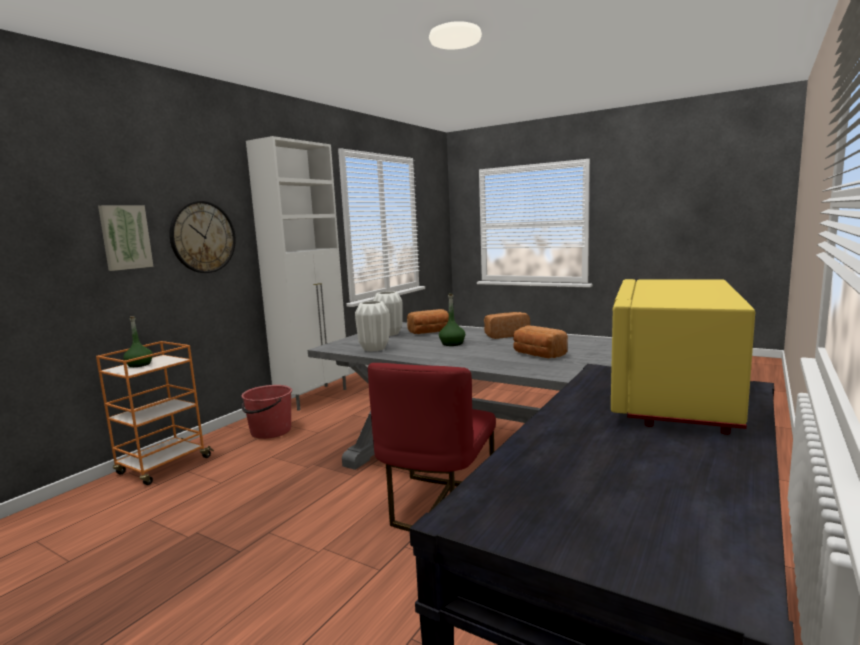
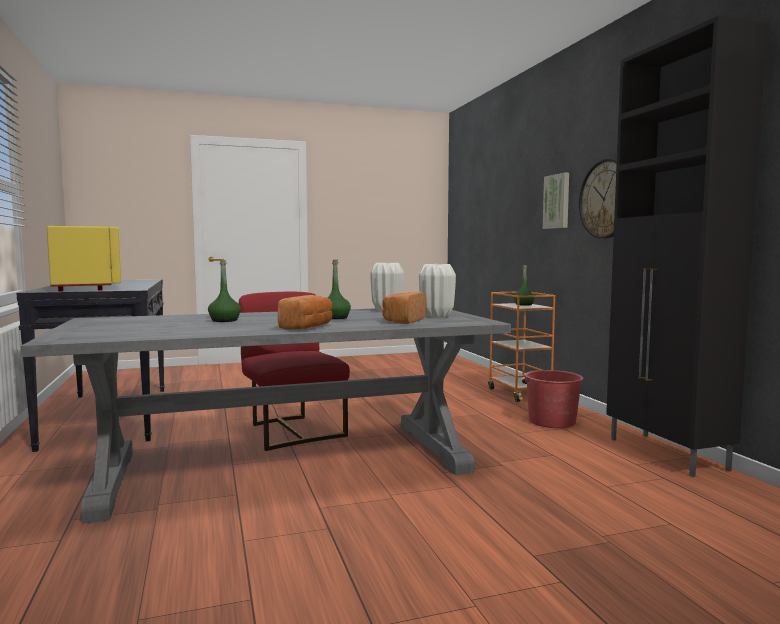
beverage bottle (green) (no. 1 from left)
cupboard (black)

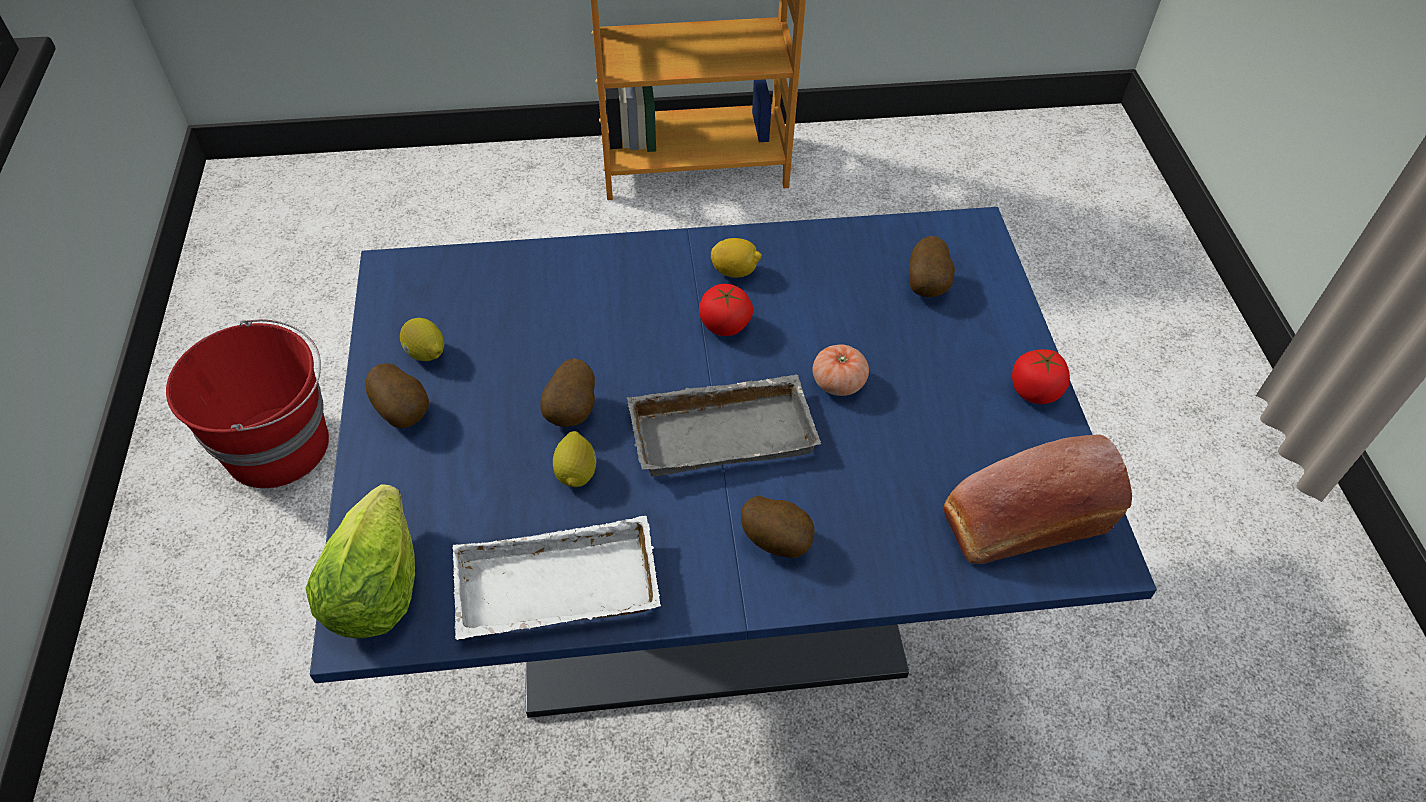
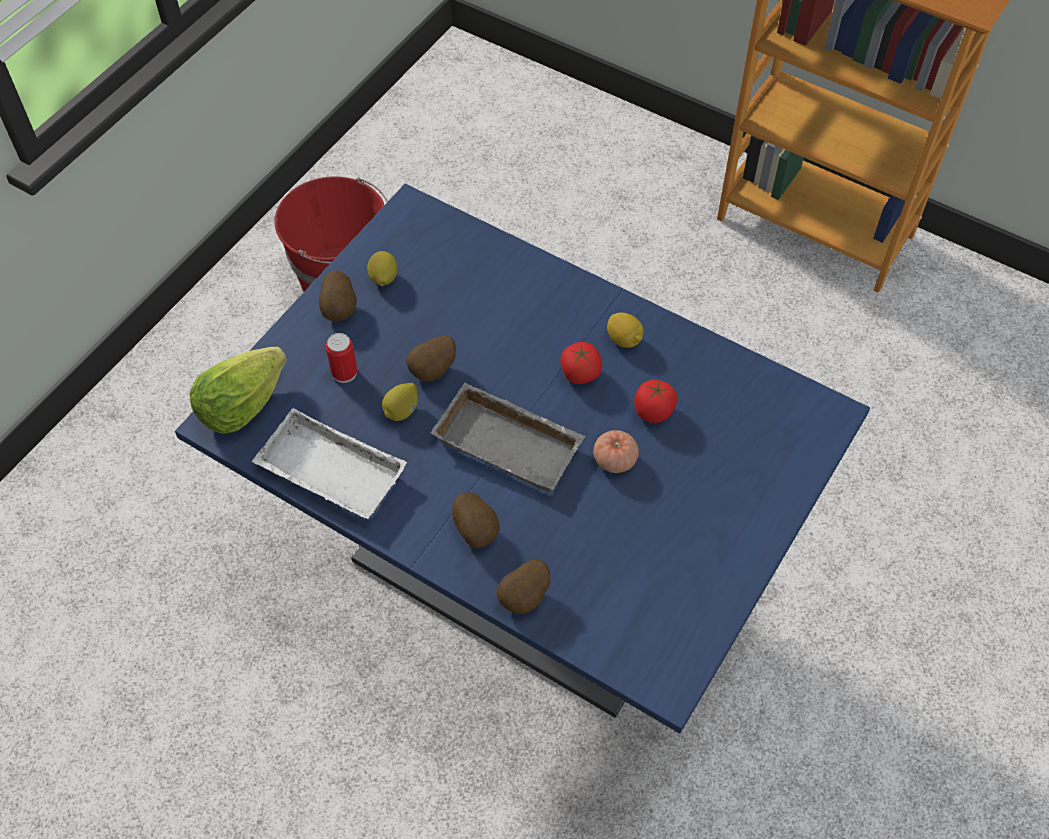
baked bread
metal can
whole potato (no. 4 from left)
fresh tomato (no. 3 from left)

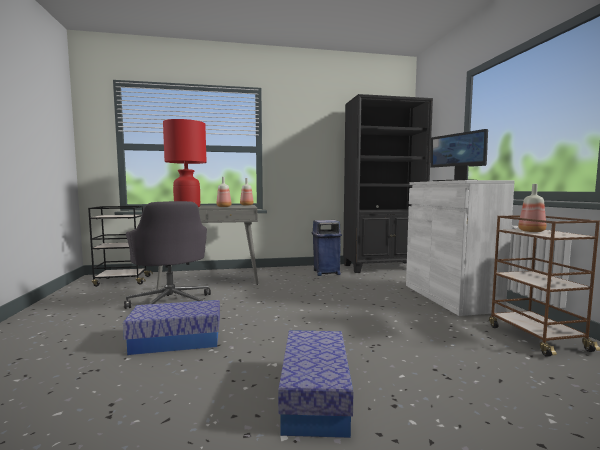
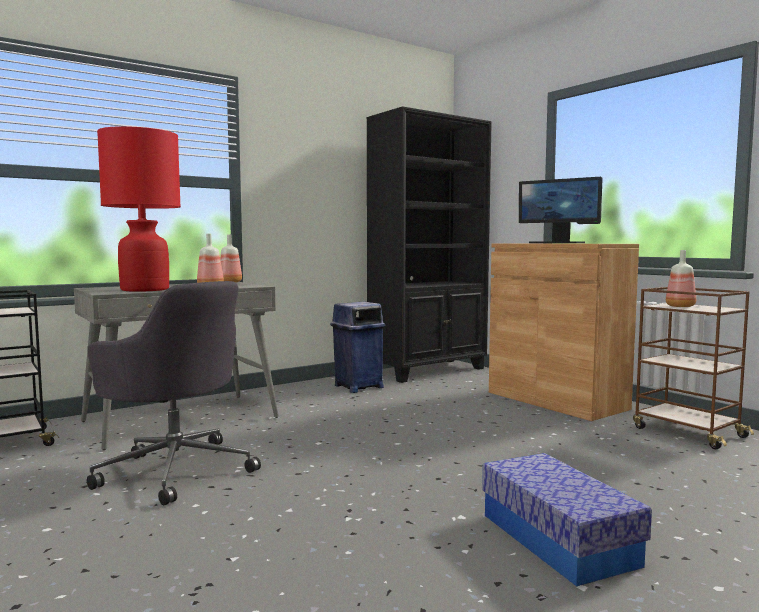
storage box (no. 1 from left in the first image)
cupboard (brown)

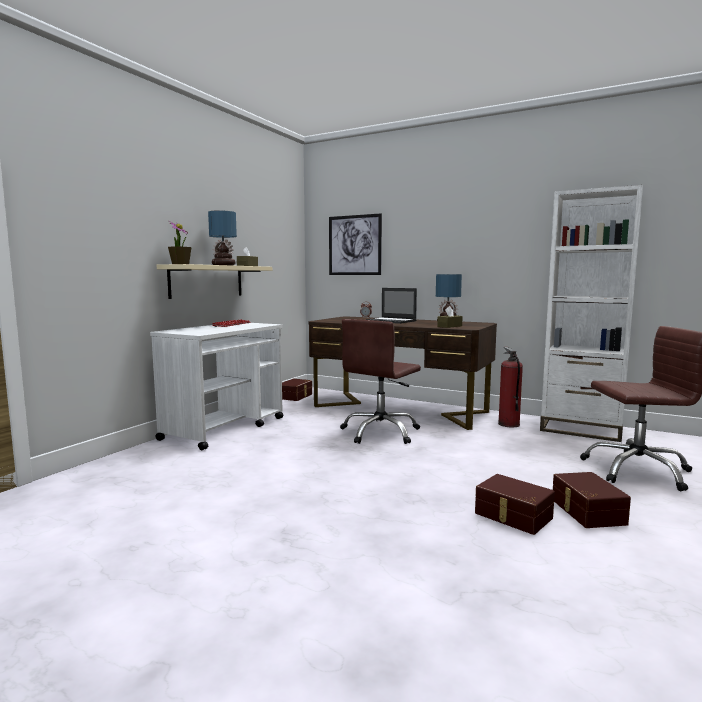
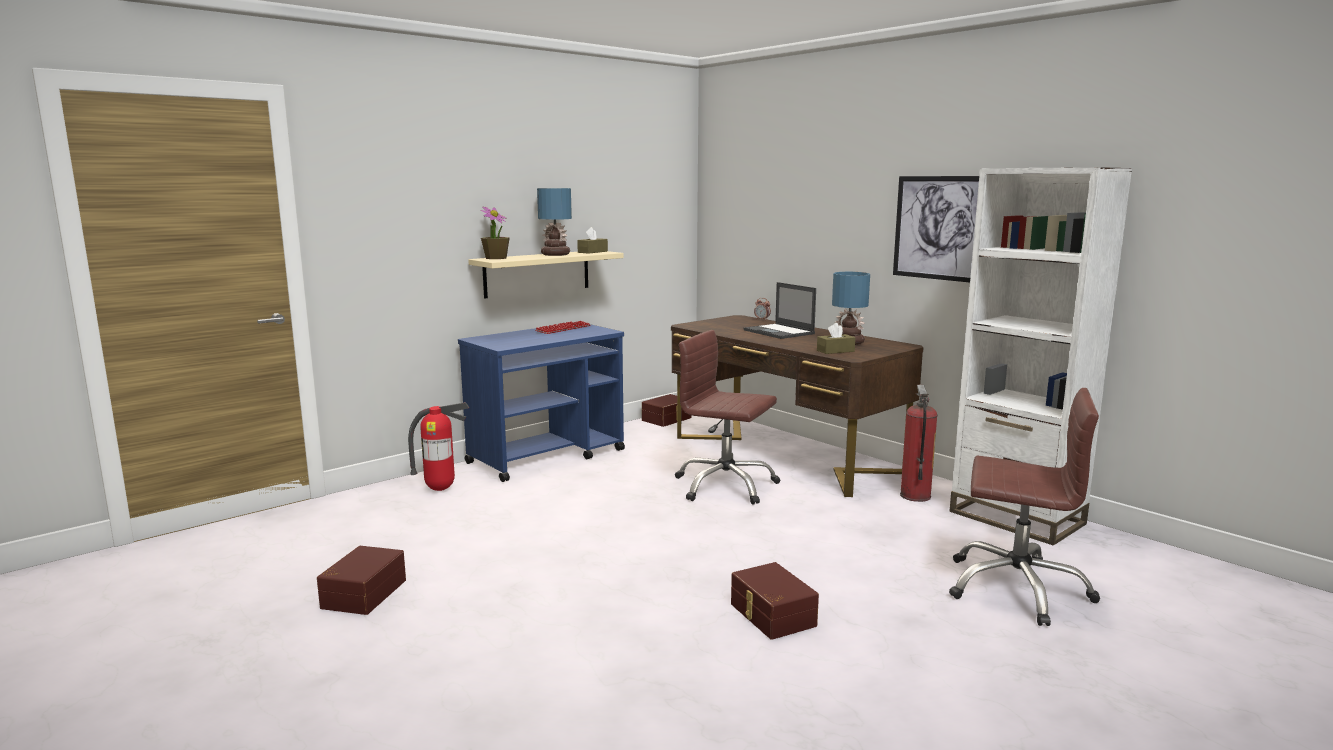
fire-fighting cylinder (no. 1 from left)
wall art
storage box (brown) (no. 1 from left)
trolley (blue)
computer chair (brown) (no. 1 from left)

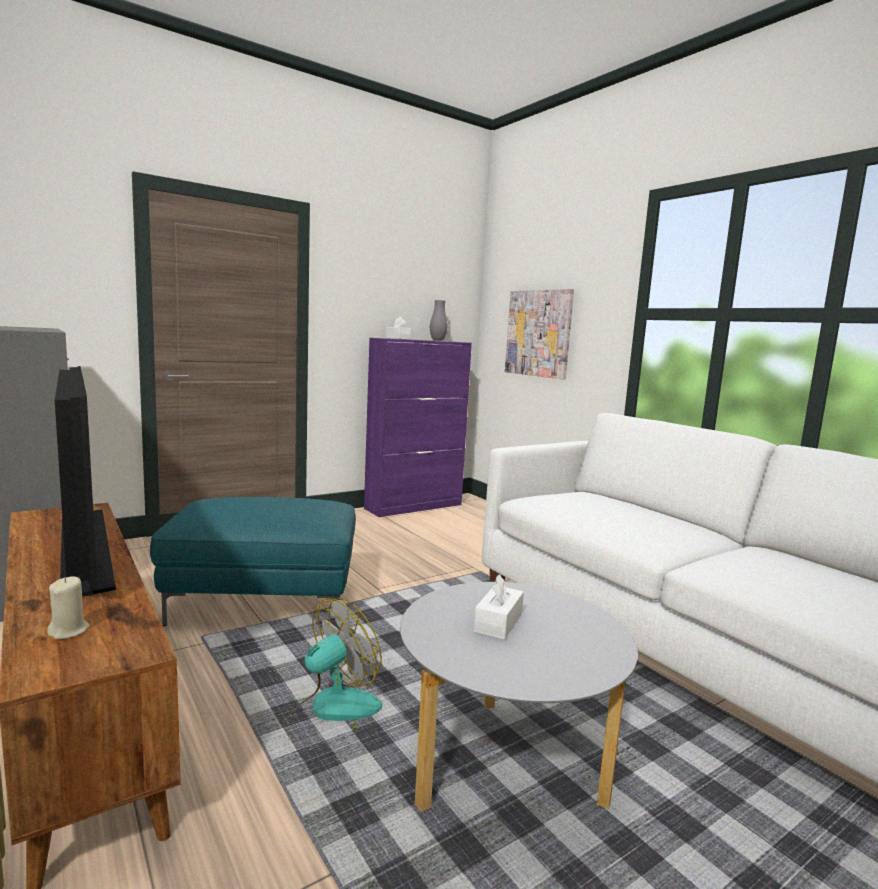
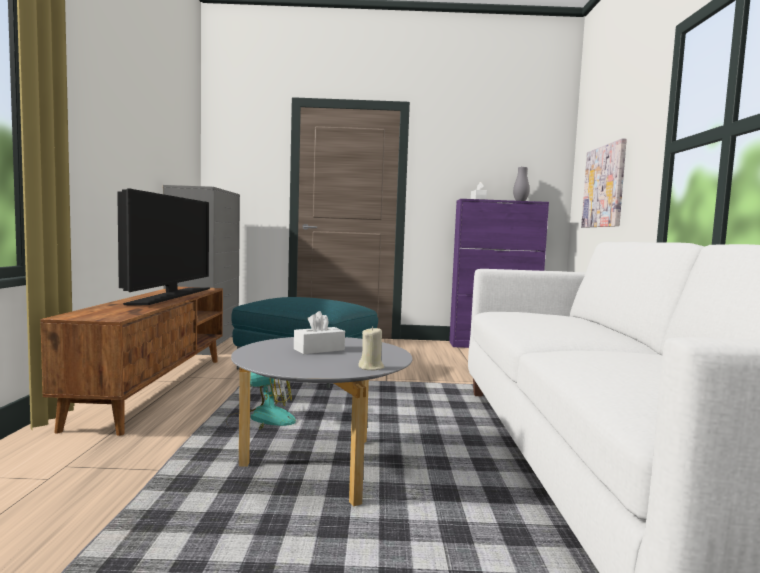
wax light (beige-coloured)

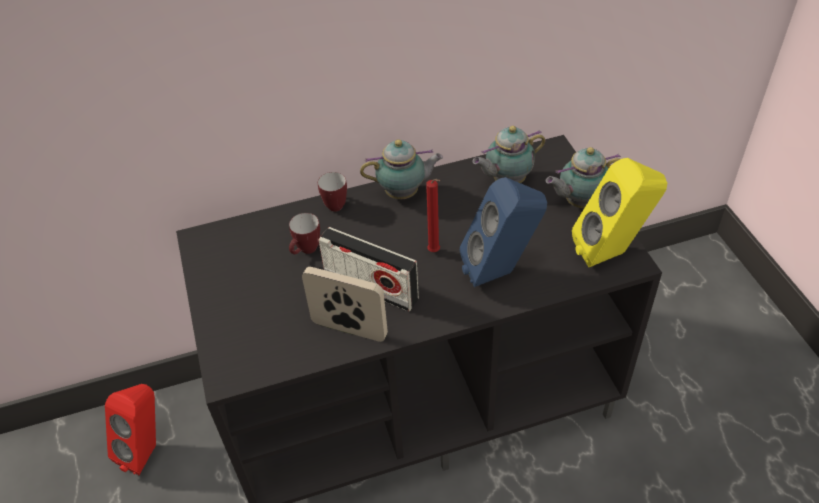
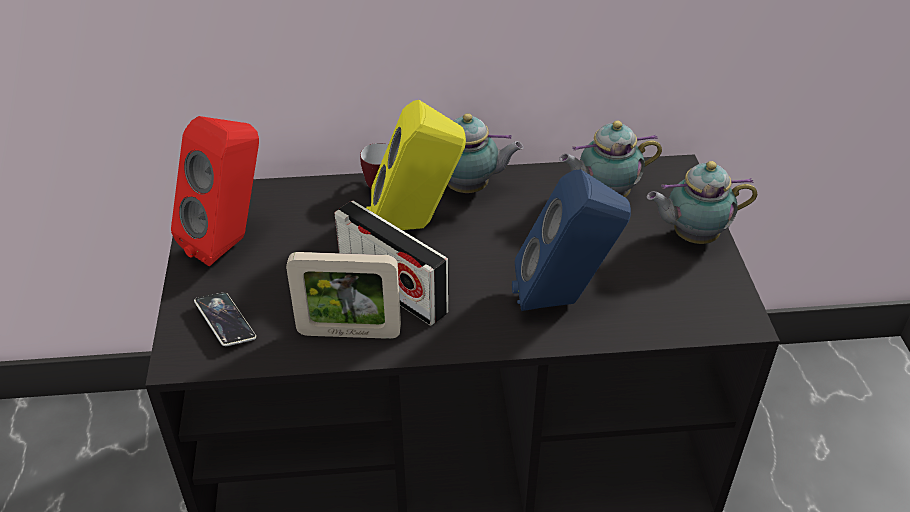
tea mug (no. 1 from left in the first image)
wax light (red-coloured)
telephone
speaker (red-coloured)
speaker (yellow-coloured)
photo frame

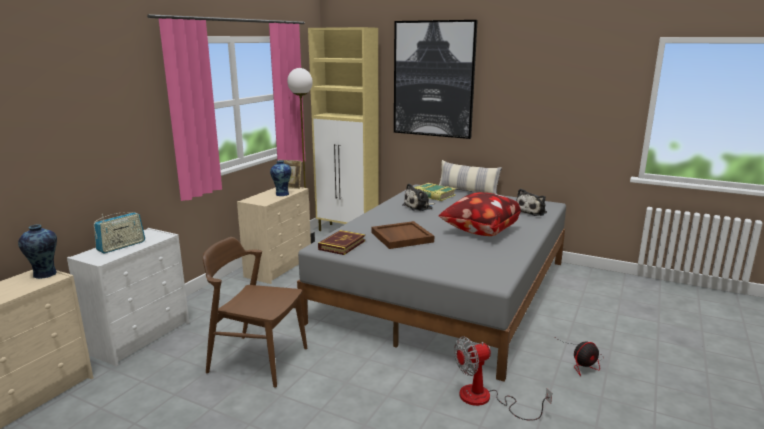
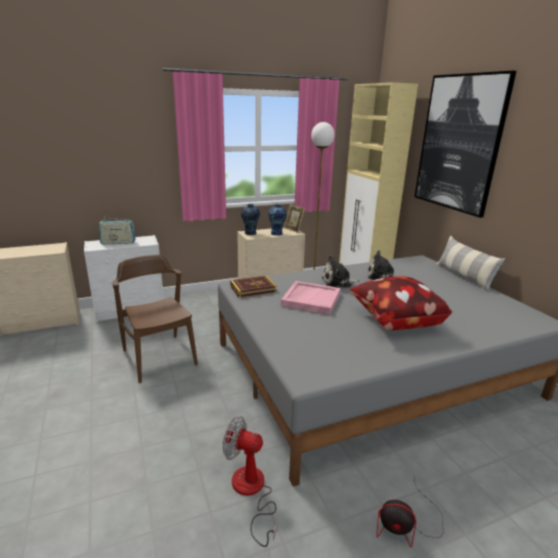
bound book (no. 2 from left in the first image)
decorative vase (no. 1 from left)
soft toy (no. 1 from left)
serving tray (pinkish)

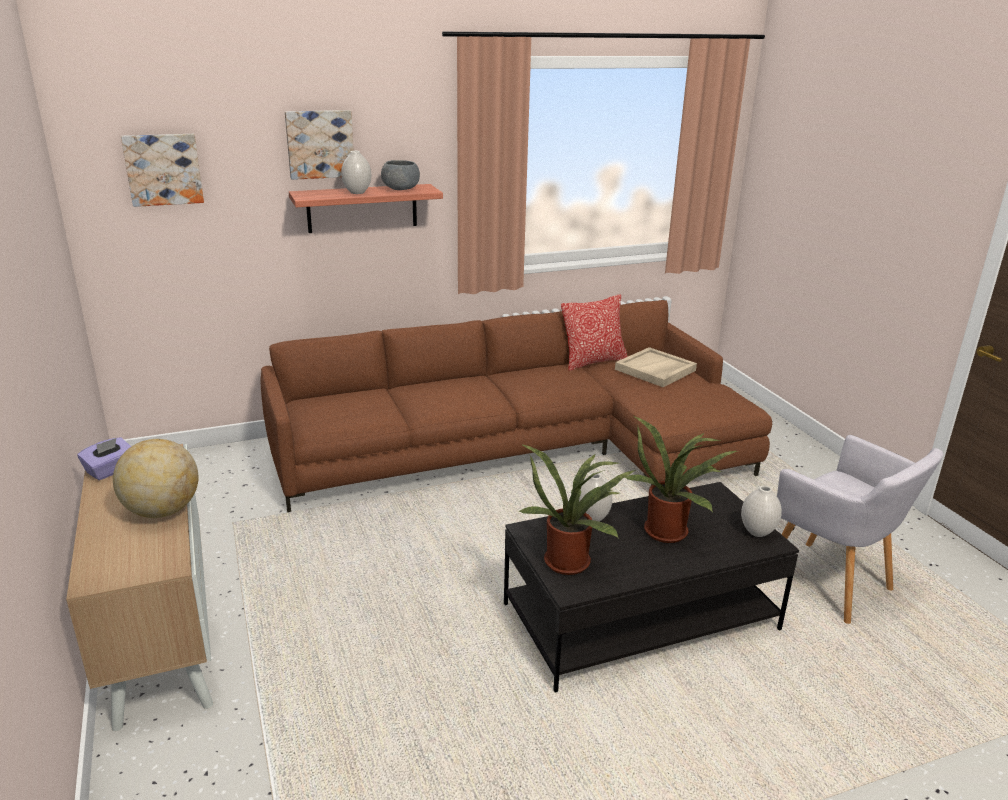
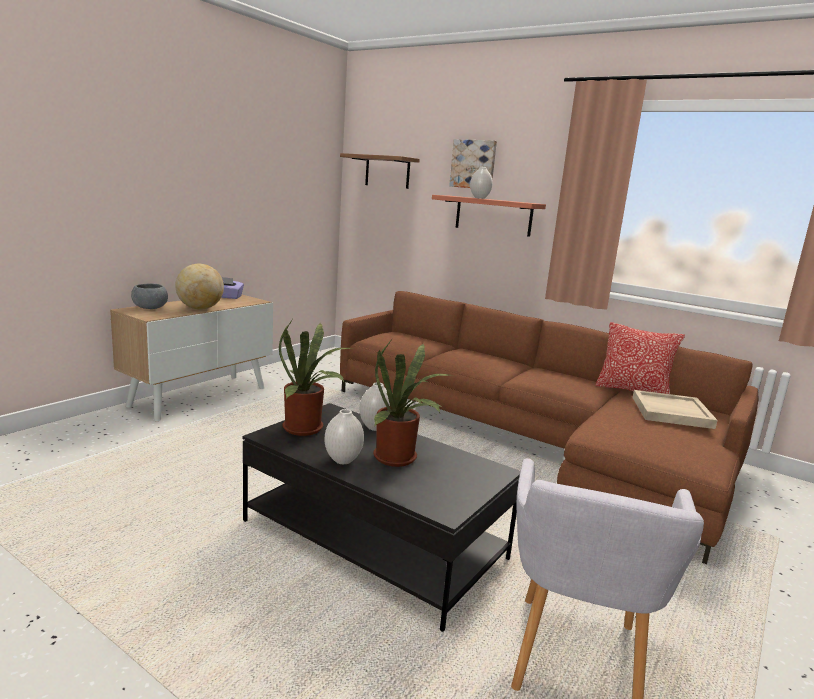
bowl (greyish)
decorative vase (white) (no. 1 from left)
bracket shelf (no. 1 from left)

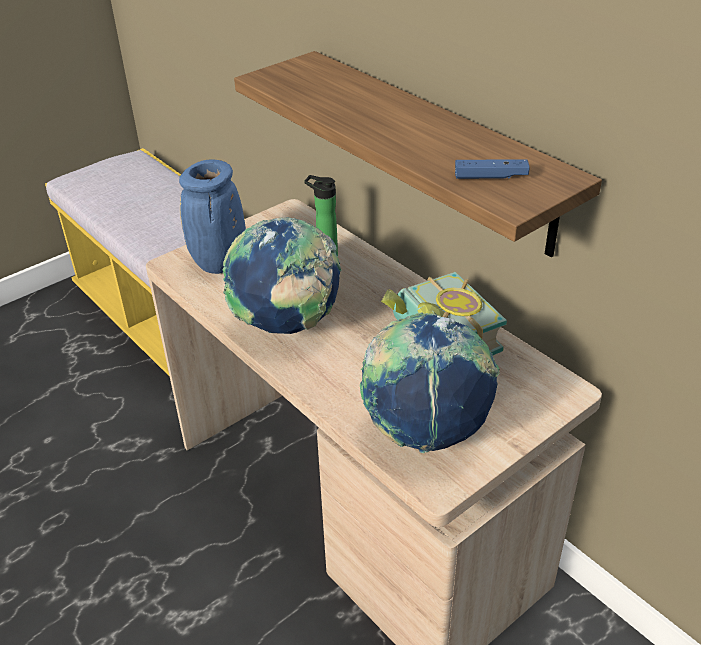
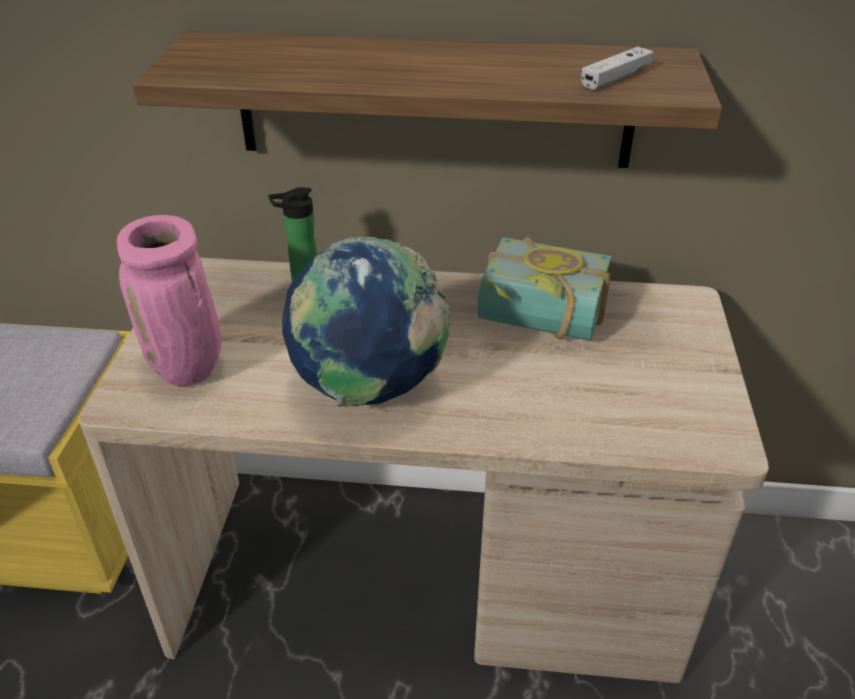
world globe (no. 2 from left in the first image)
decorative vase (pinkish)
game controller (white)

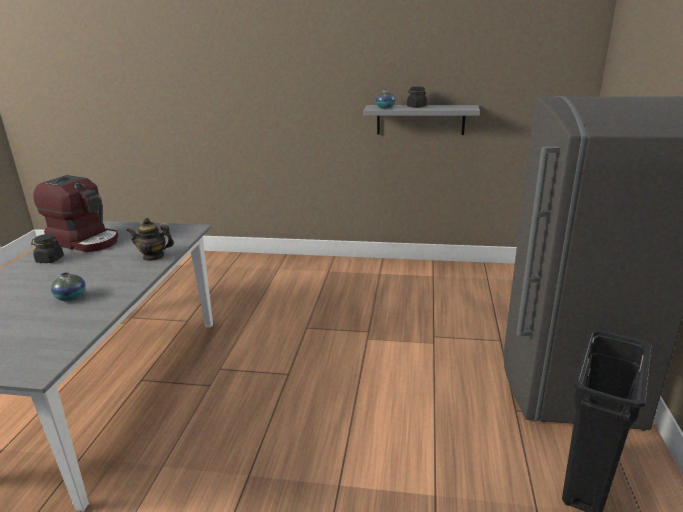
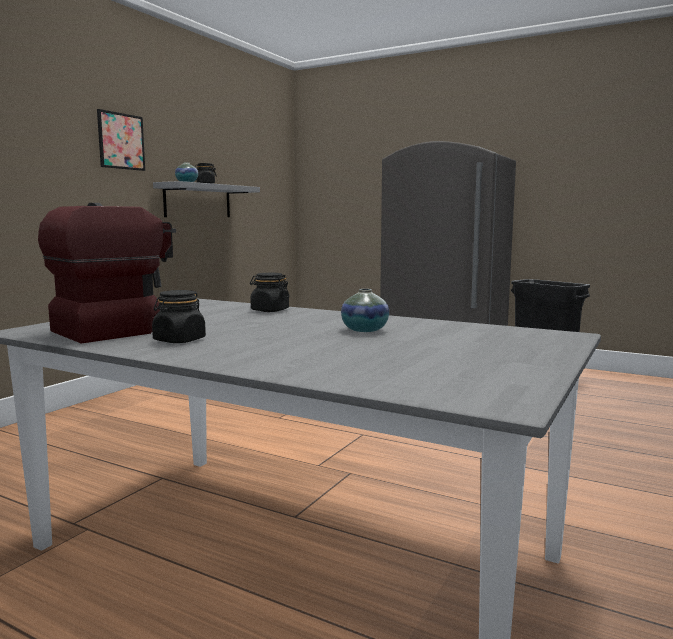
wall art
jar (black) (no. 3 from left)

